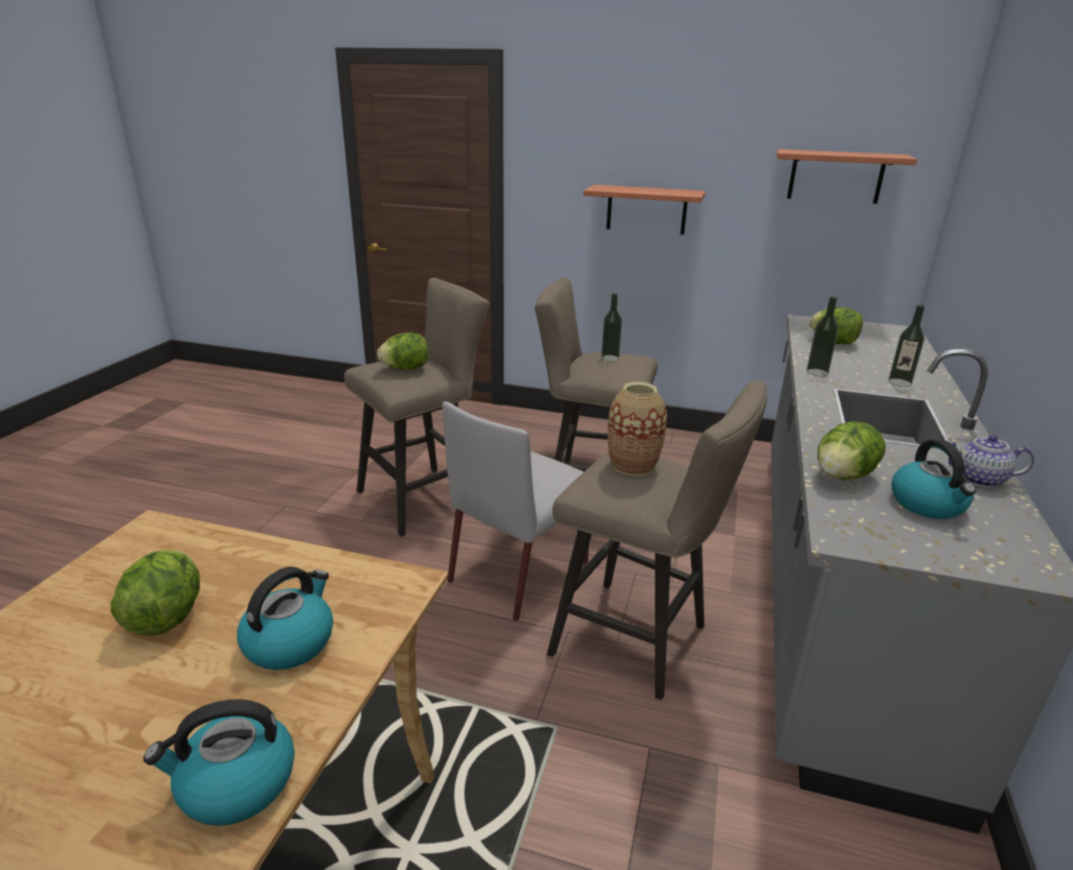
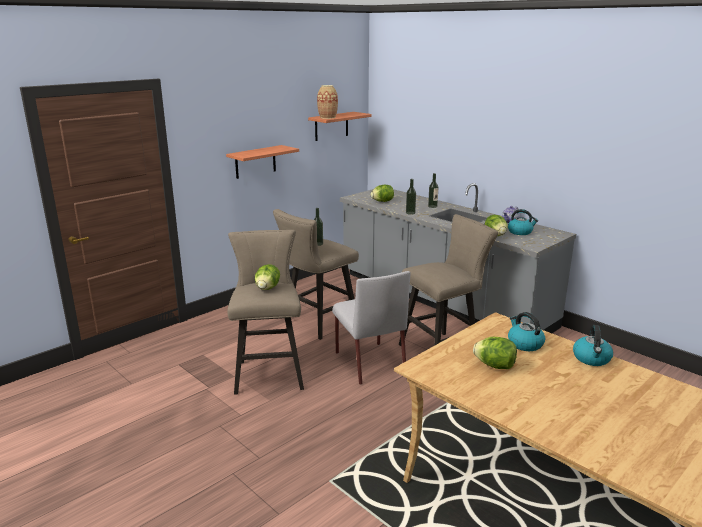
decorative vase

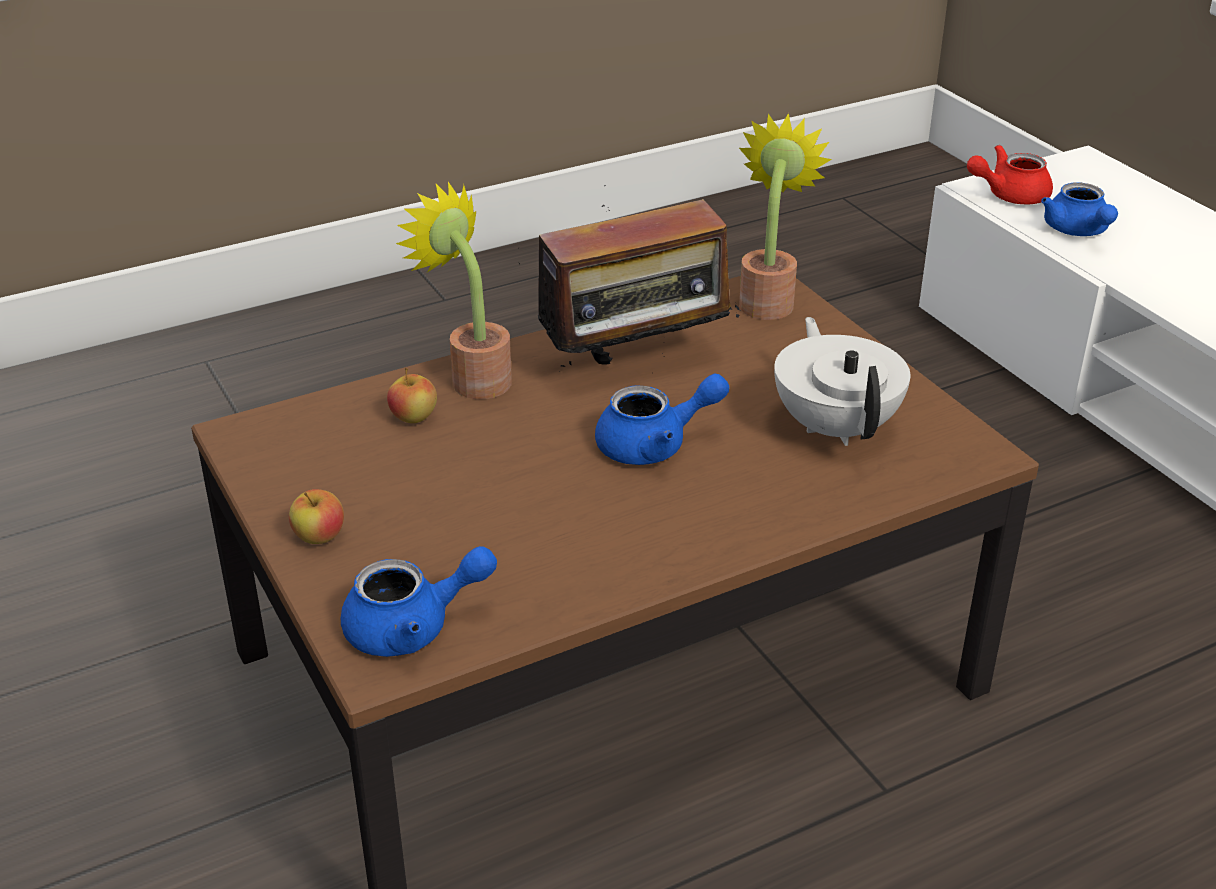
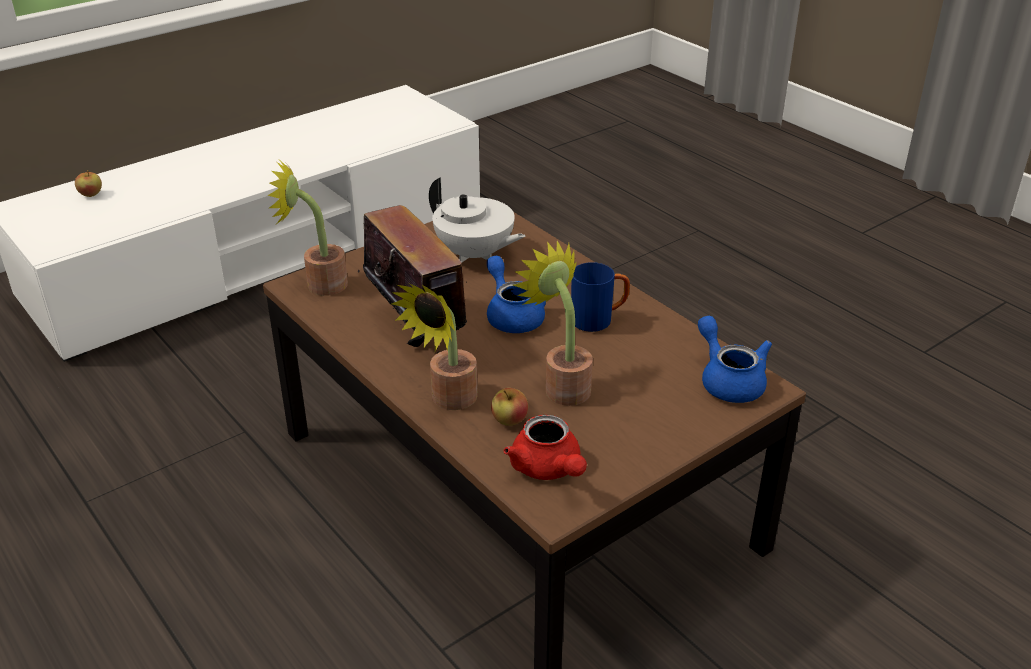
pot for tea (blue) (no. 3 from left in the first image)
potted plant (no. 3 from left)
tea mug (blue)
whole apple (no. 1 from left)
pot for tea (red-coloured)
pot for tea (white)

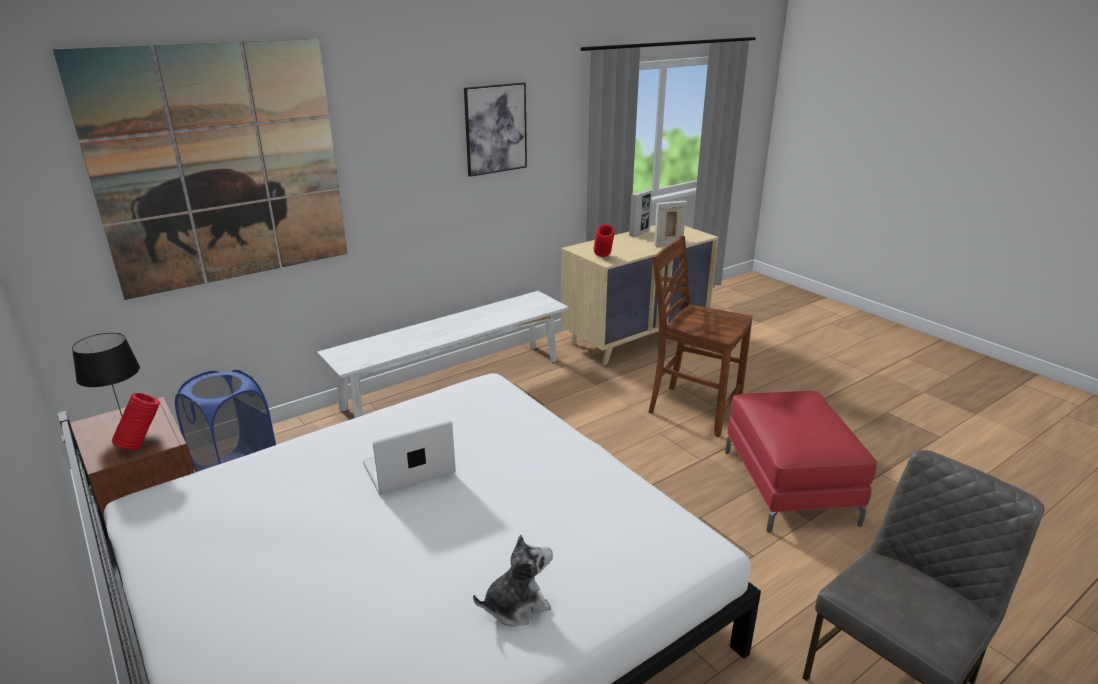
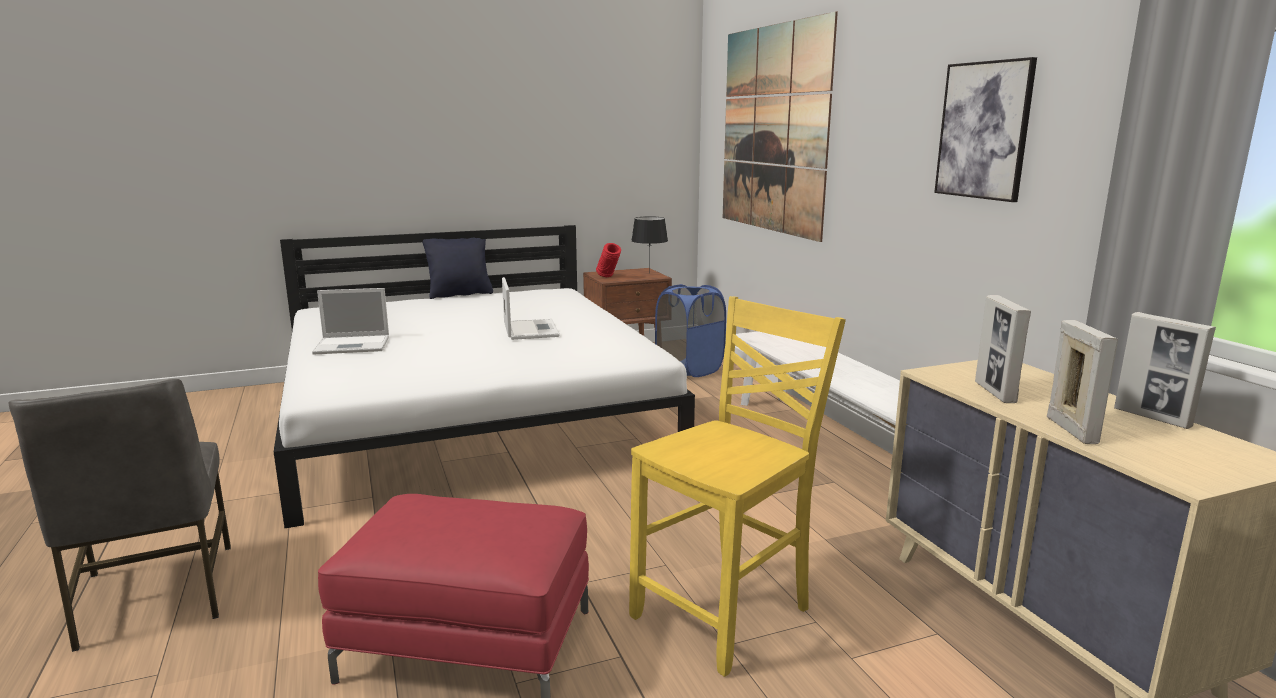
decorative vase (red-coloured) (no. 2 from left in the first image)
throw pillow (black)
photo frame (no. 1 from left)
notebook computer (no. 1 from left)
chair (yellow-coloured)

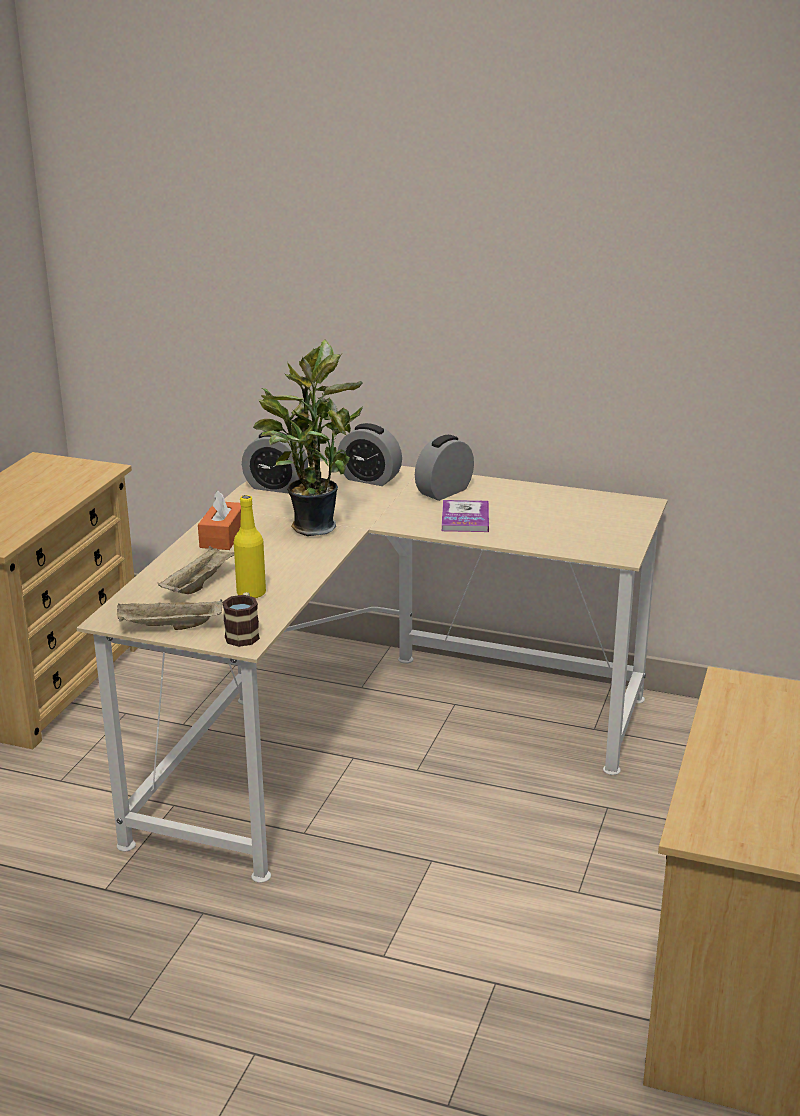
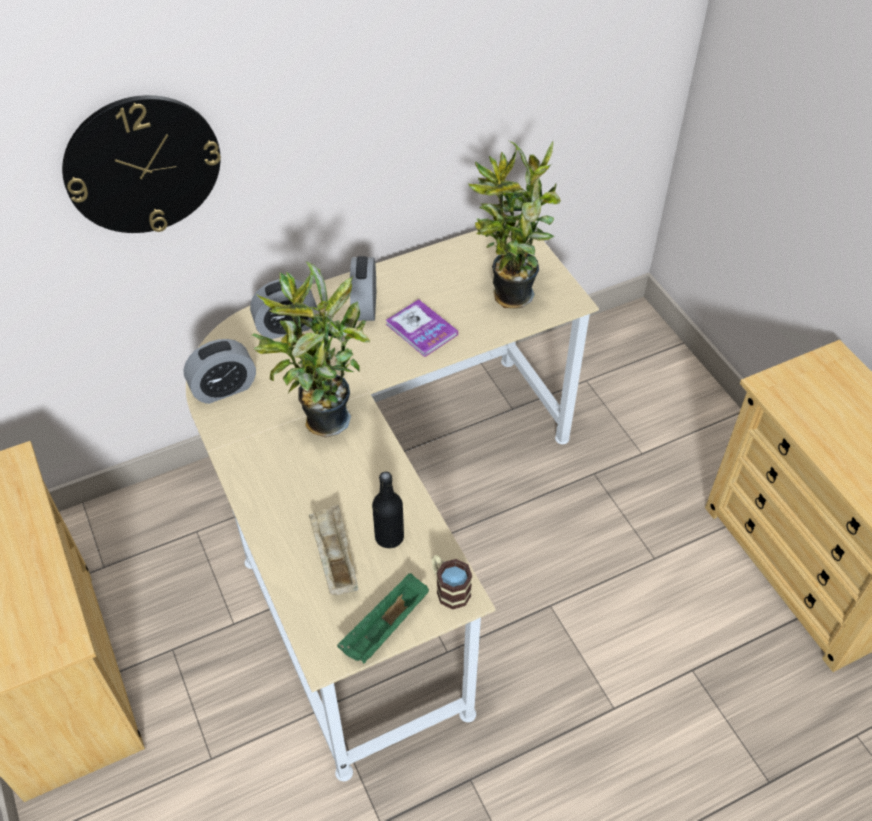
tissue box (orange-coloured)
hanging clock
potted plant (no. 2 from left)
serving tray (green)
beverage bottle (black)

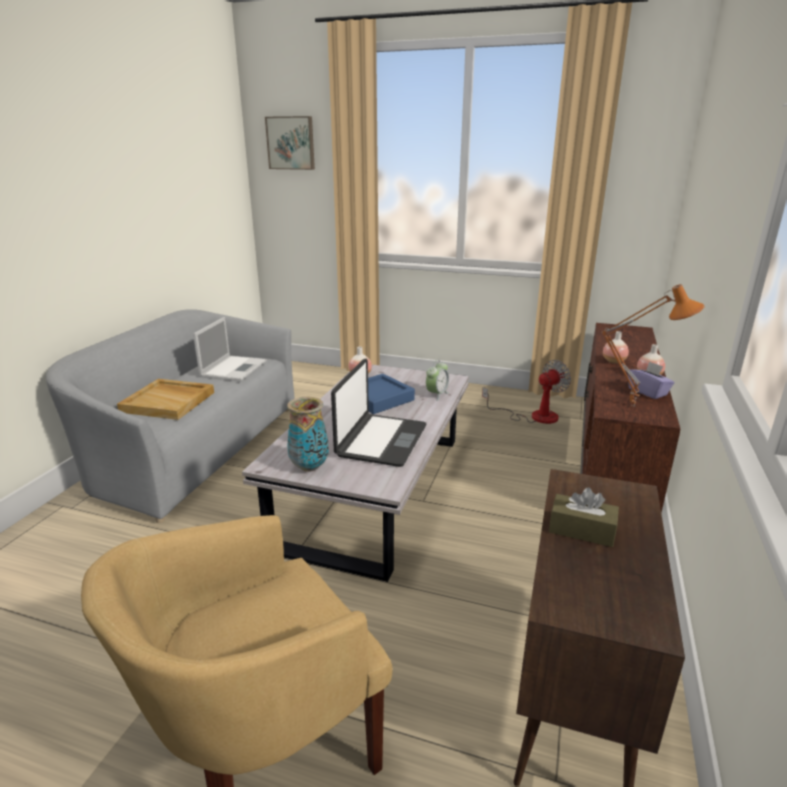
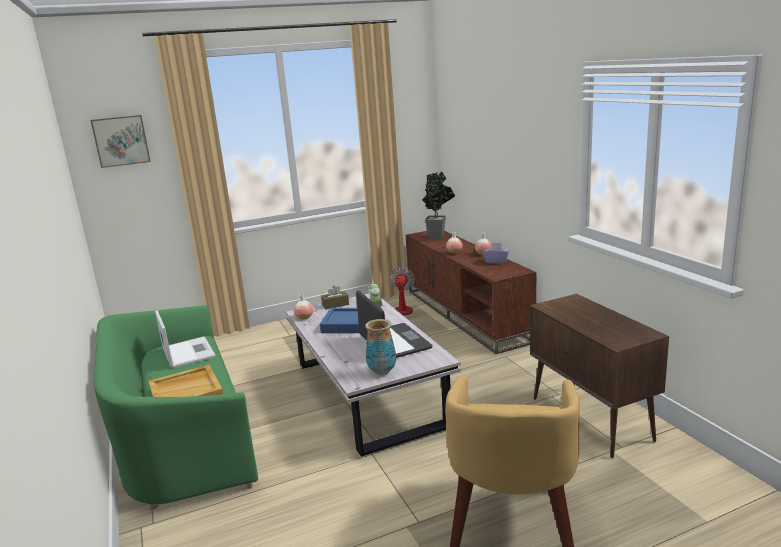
tabletop lamp (orange-coloured)
potted plant
tissue box (brown)
settee (green)

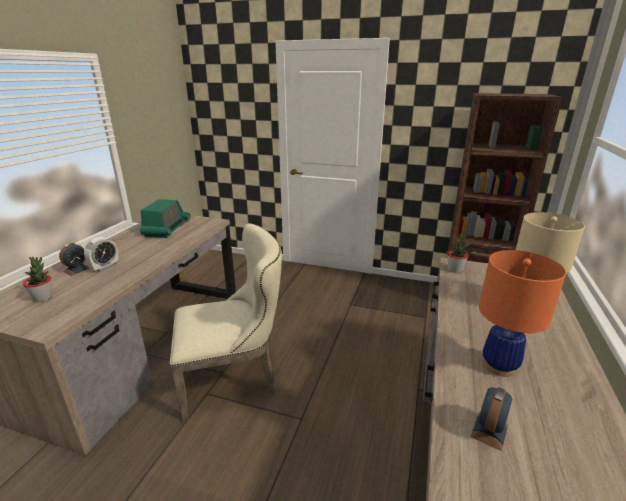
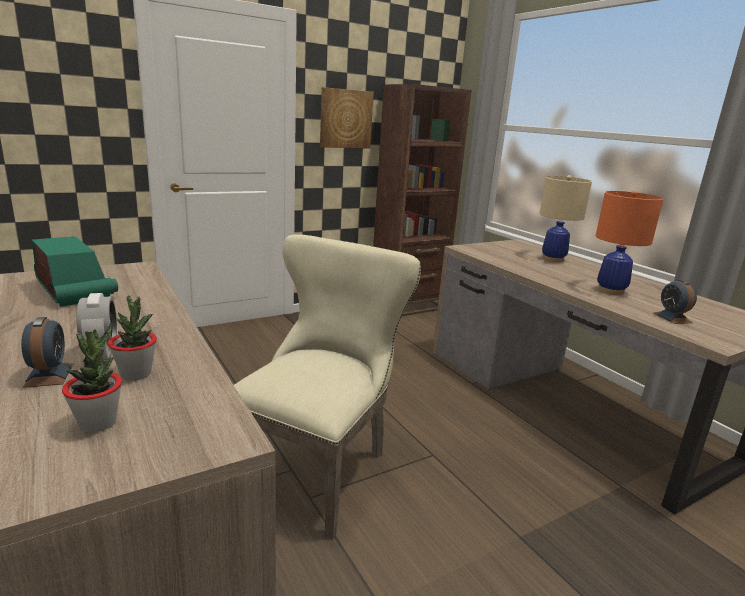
wall art
potted plant (no. 2 from left)

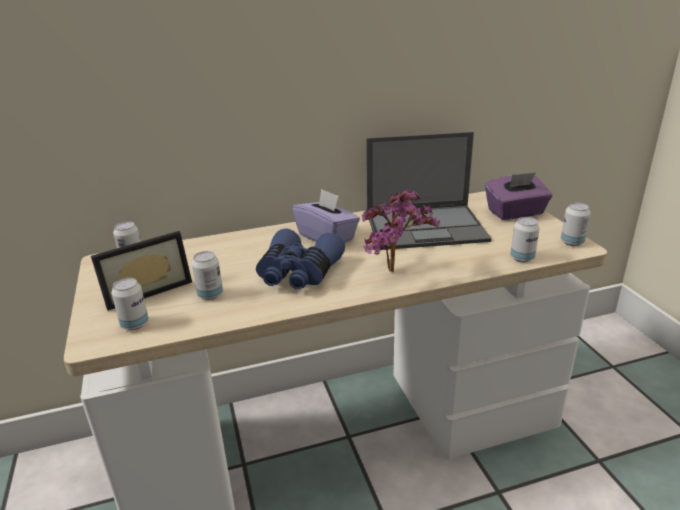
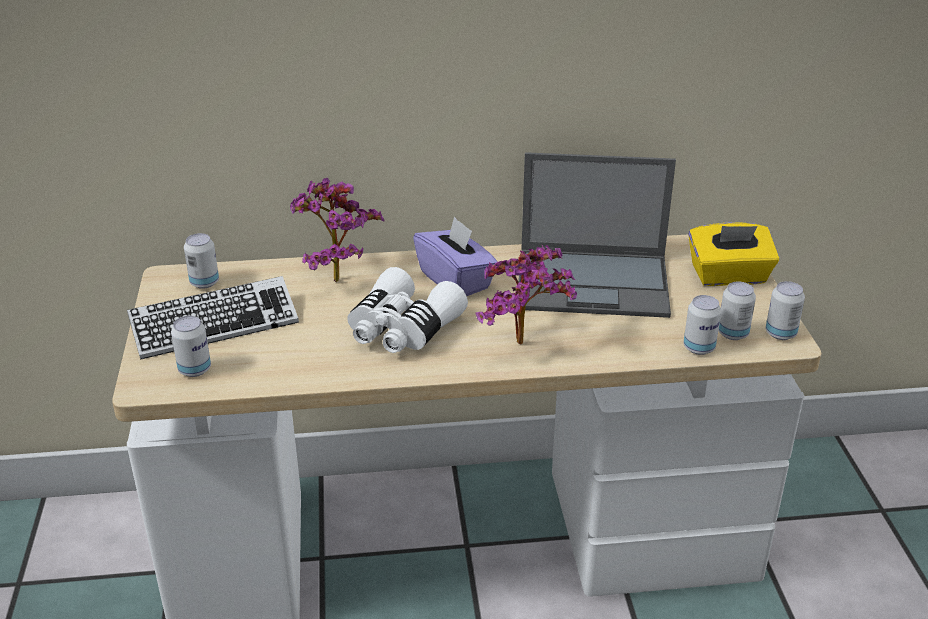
potted plant (no. 1 from left)
metal can (no. 4 from left)
computer keyboard
field glasses (white)
tissue box (yellow-coloured)

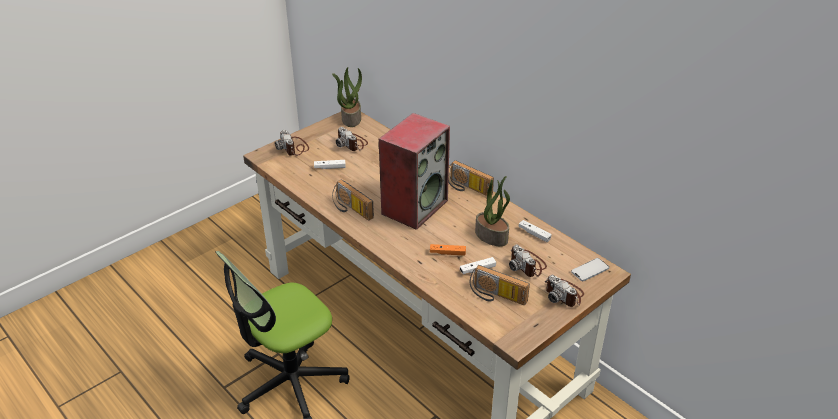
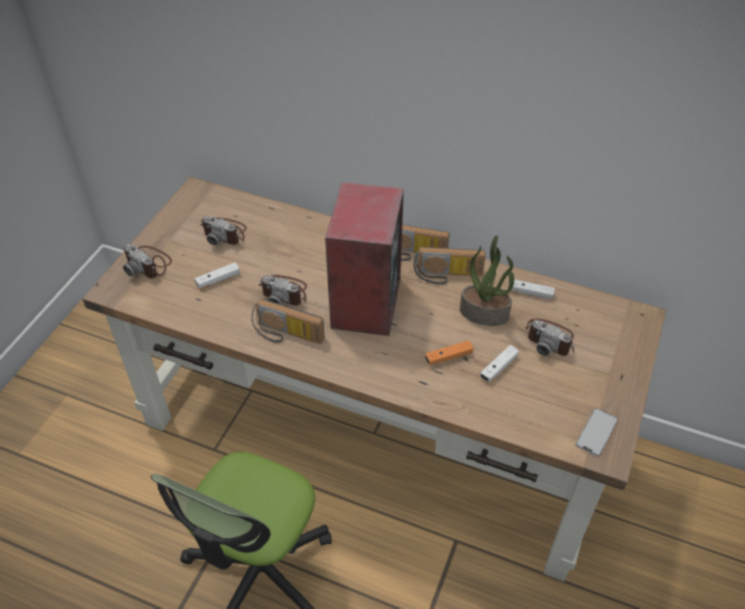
potted plant (no. 1 from left in the first image)
radio receiver (no. 3 from left)
still camera (no. 3 from left)
telephone

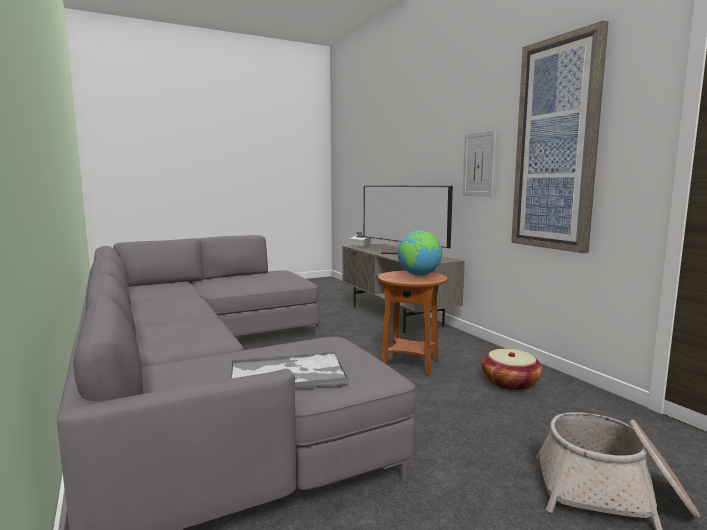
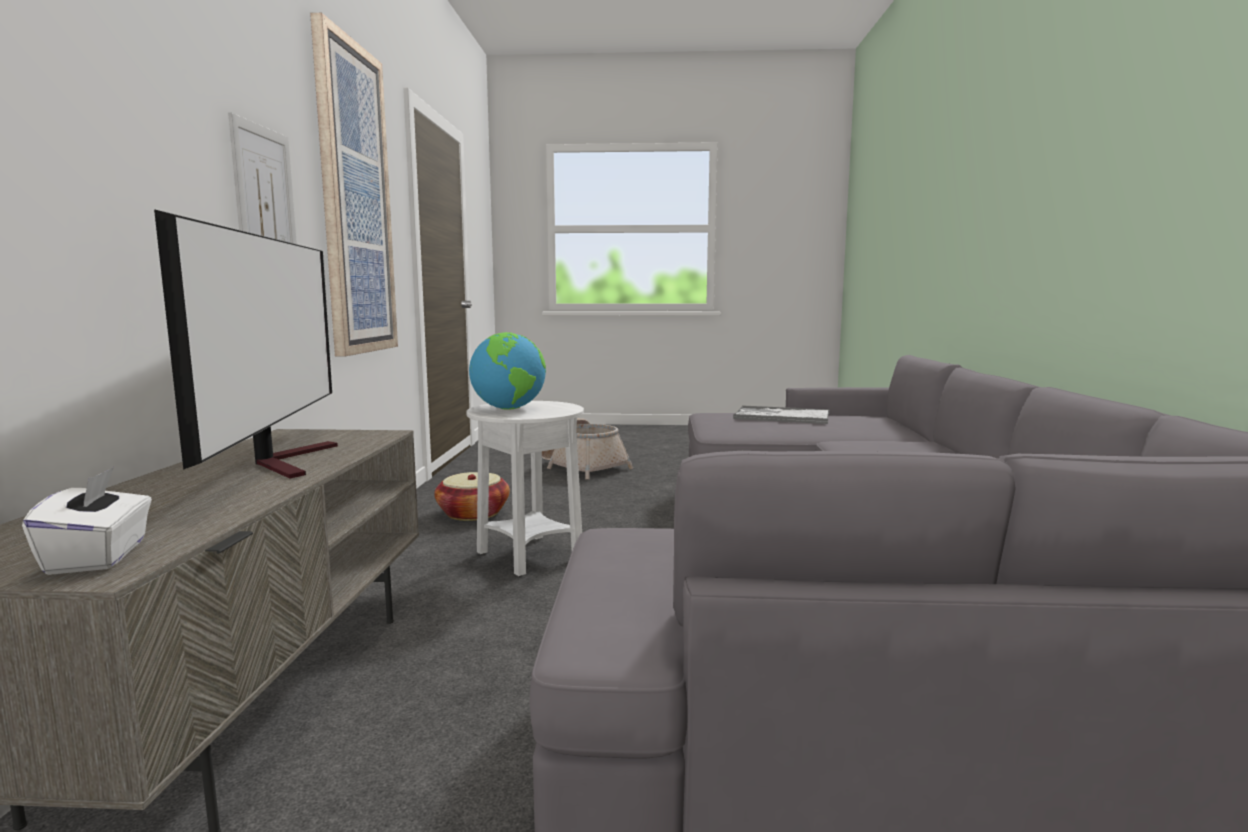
end table (white)

